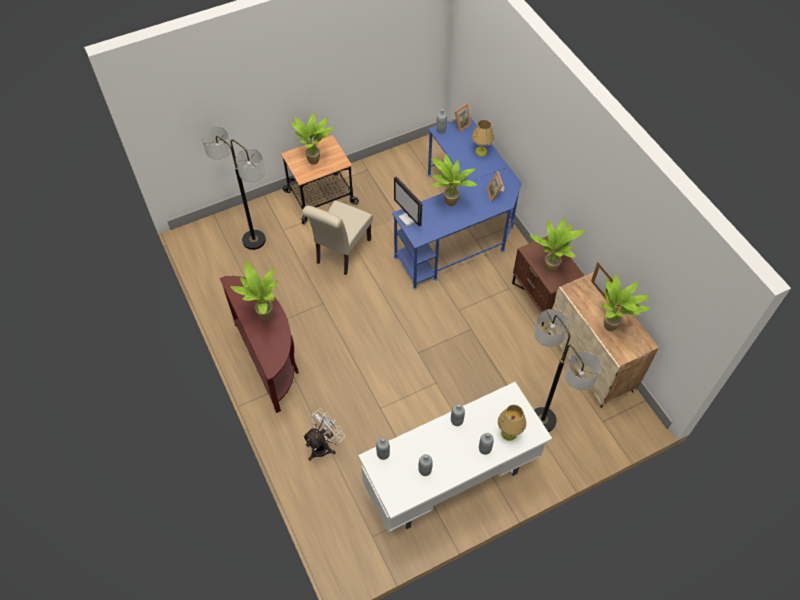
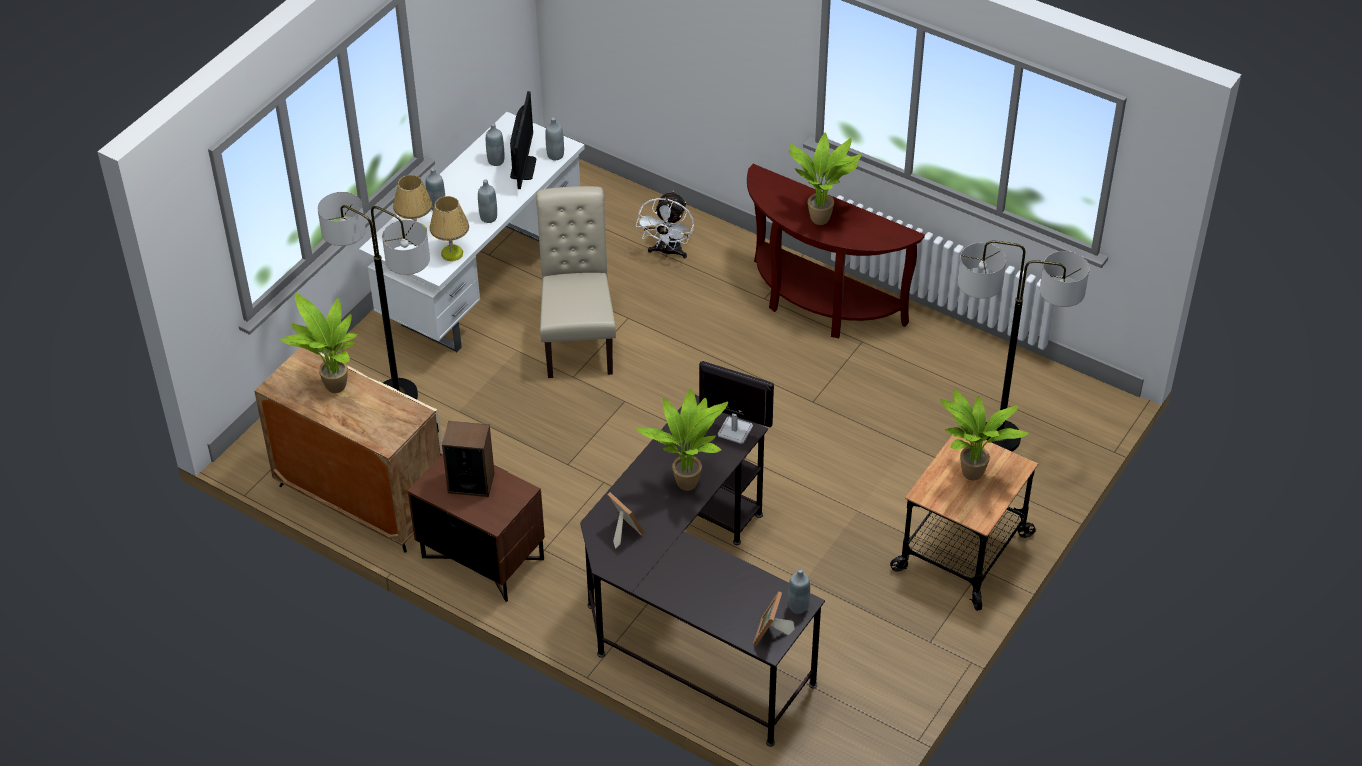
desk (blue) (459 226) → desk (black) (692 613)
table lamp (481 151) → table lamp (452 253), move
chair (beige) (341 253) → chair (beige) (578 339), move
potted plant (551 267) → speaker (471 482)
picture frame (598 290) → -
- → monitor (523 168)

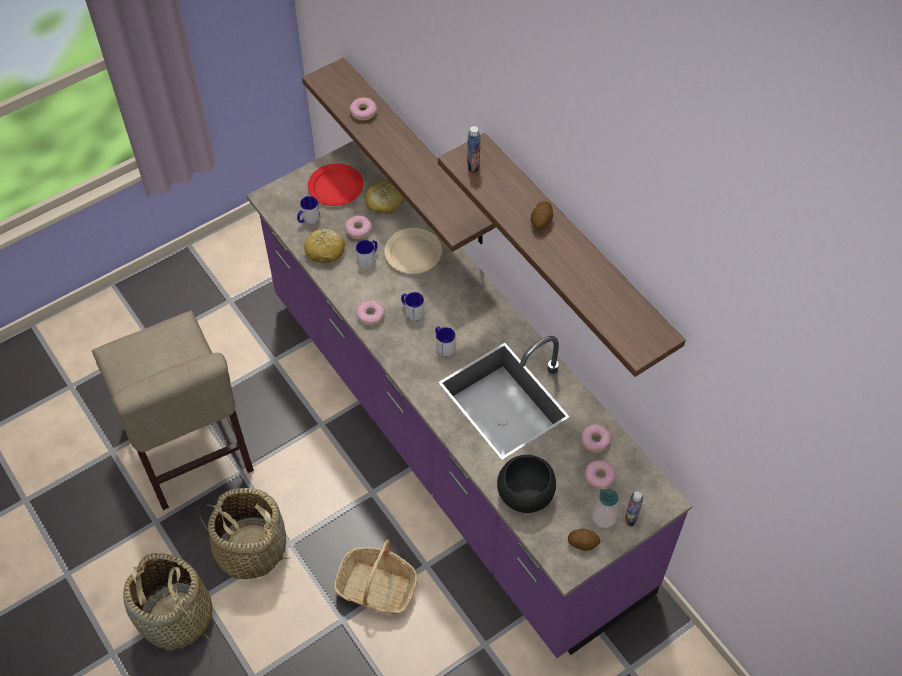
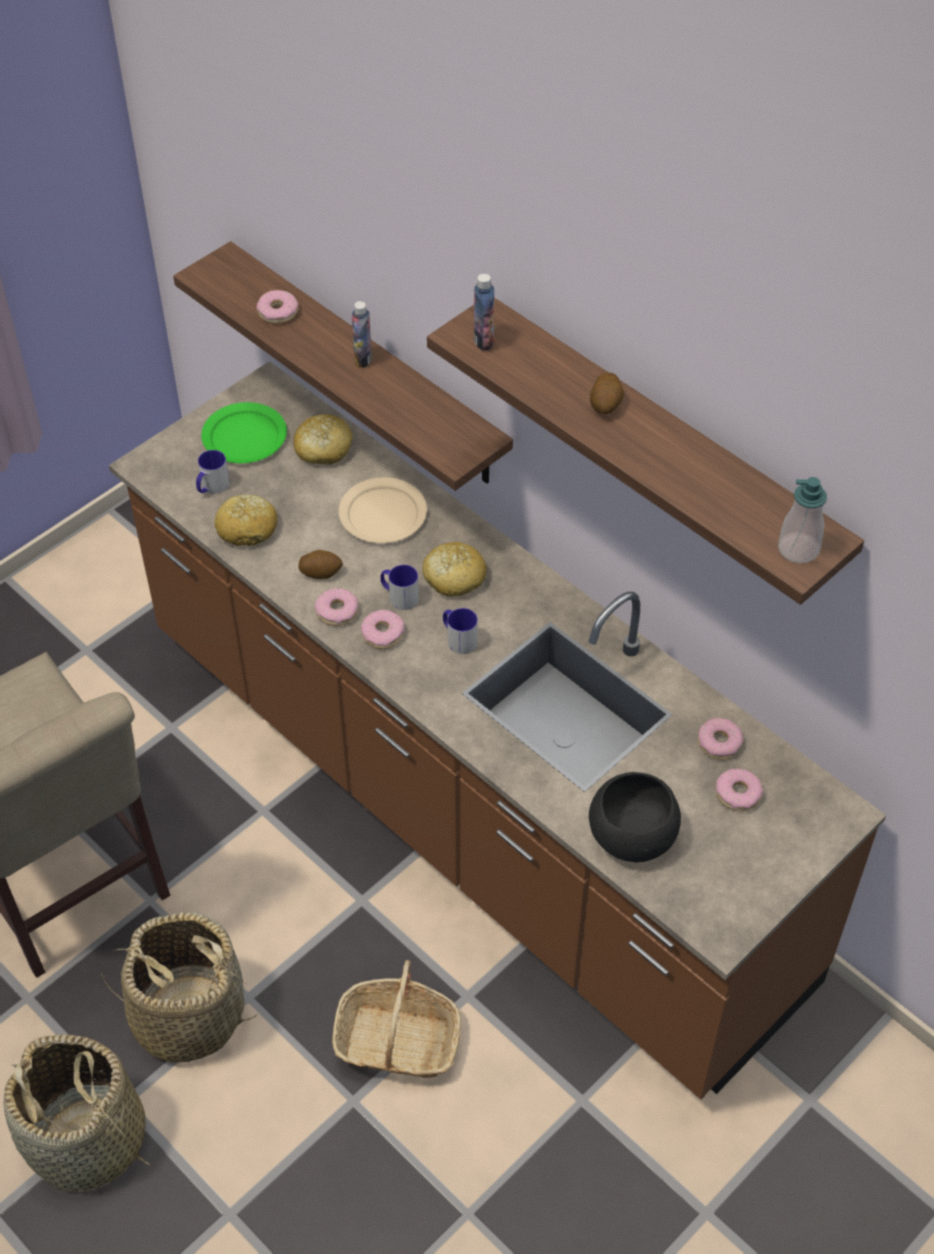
counter (purple) (451 440) → counter (brown) (466 805)
plate (red) (336 186) → plate (green) (245 436)
donut (358 230) → donut (383 634), move
mug (368 258) → -
soap dispenser (604 517) → soap dispenser (798 549), move
bottle (631 518) → bottle (363 359), move
potato (583 543) → potato (321 572), move
- → bread (453 577)

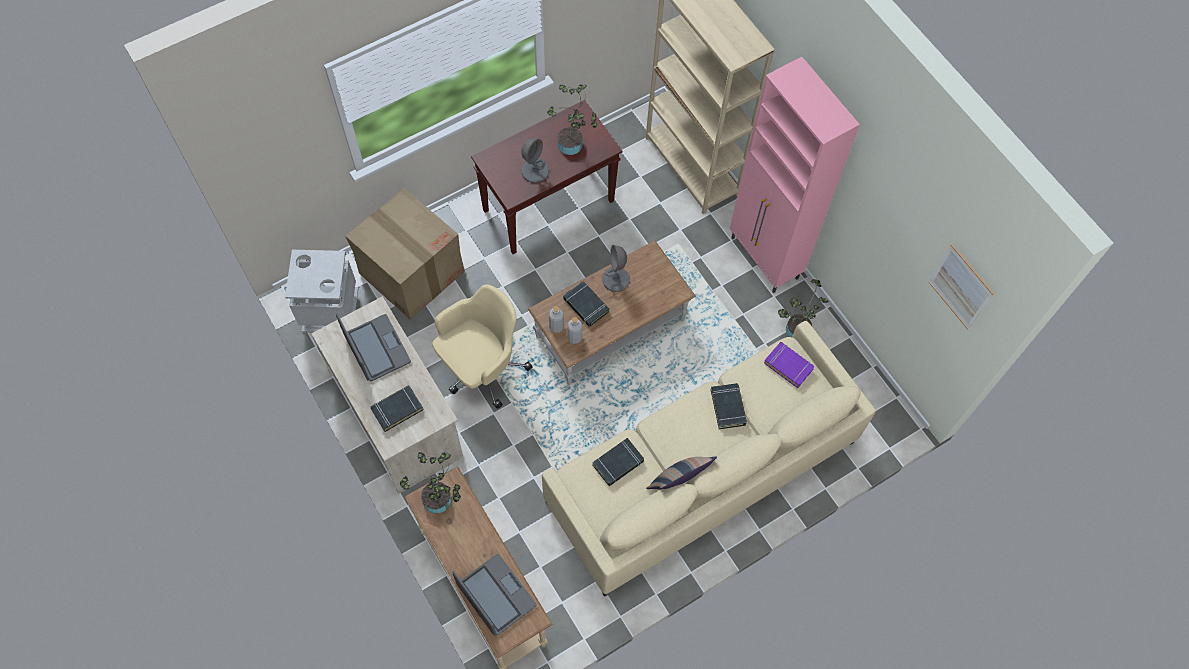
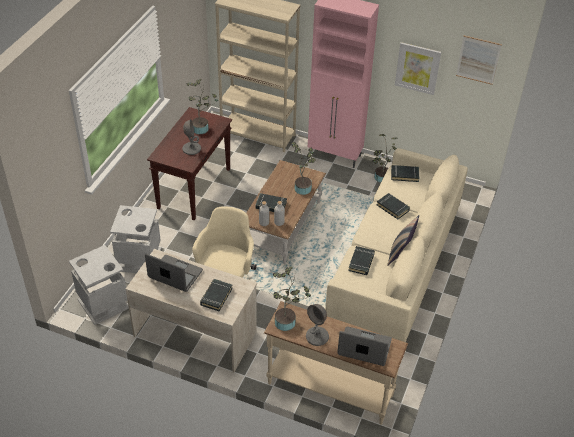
cardboard box (411 271) → trash can (grey) (139 259)
table lamp (grey) (616 279) → table lamp (grey) (317 336), move
book (purple) (788 366) → book (black) (404 175)
- → picture (417 68)
- → potted plant (303 187)

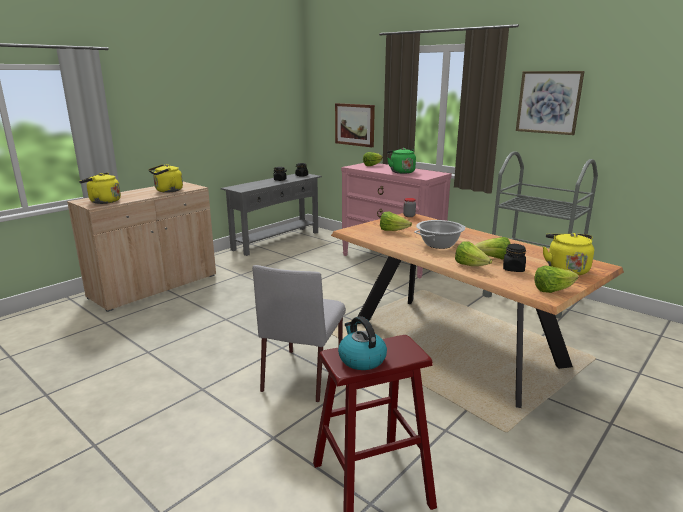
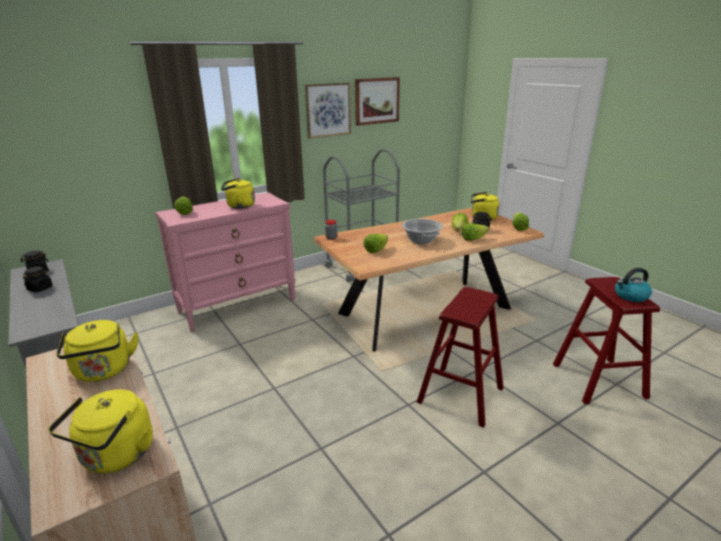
picture (355 124) → picture (376 101), move
kettle (green) (401 172) → kettle (yellow) (239 206)
chair (grey) (303 373) → stool (red) (460 395)

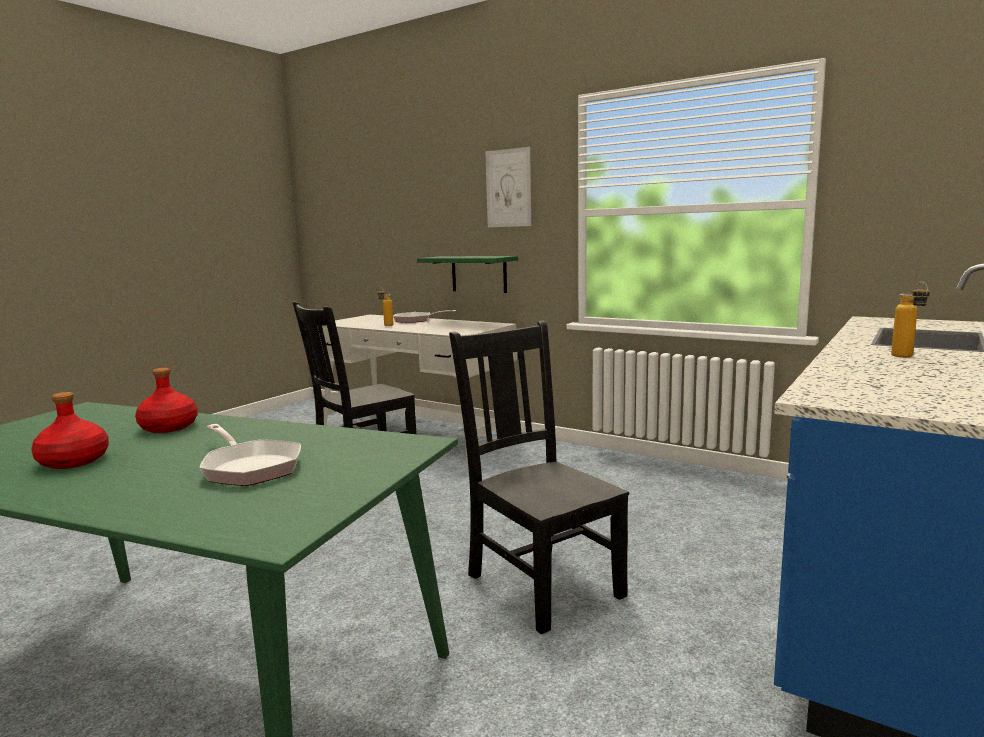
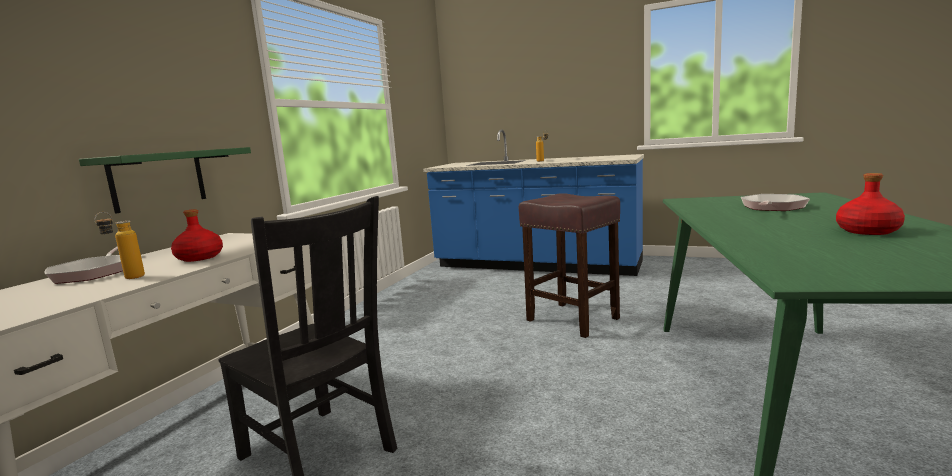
picture (508 188) → -
chair (black) (541 582) → stool (brown) (571 319)
bottle (red) (169 427) → bottle (red) (200 257), move

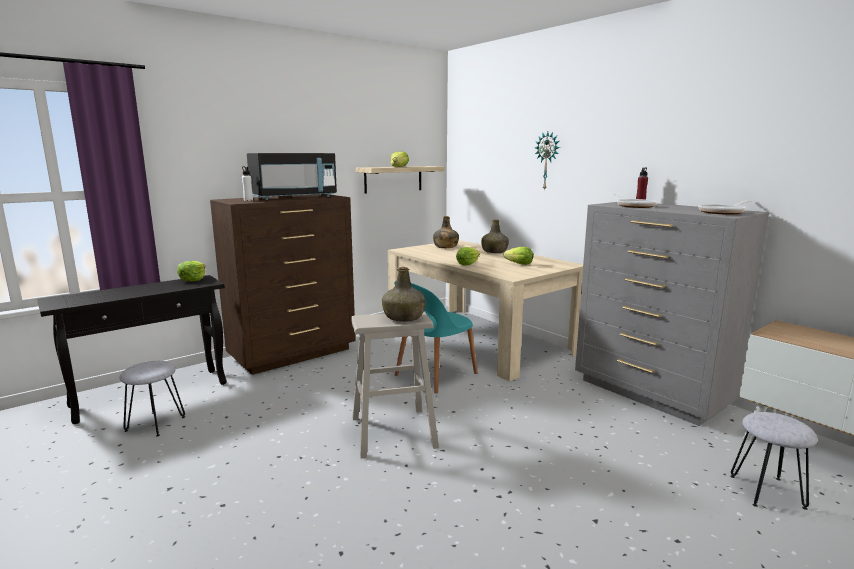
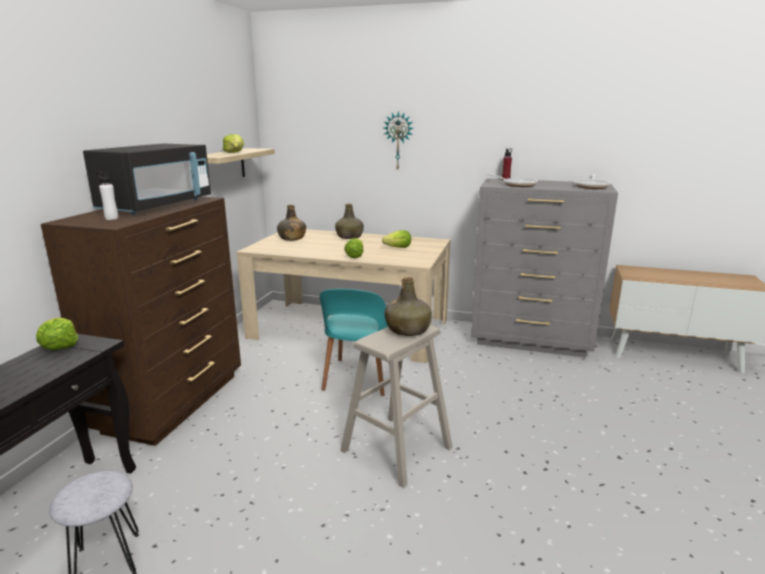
stool (grey) (767 492) → -

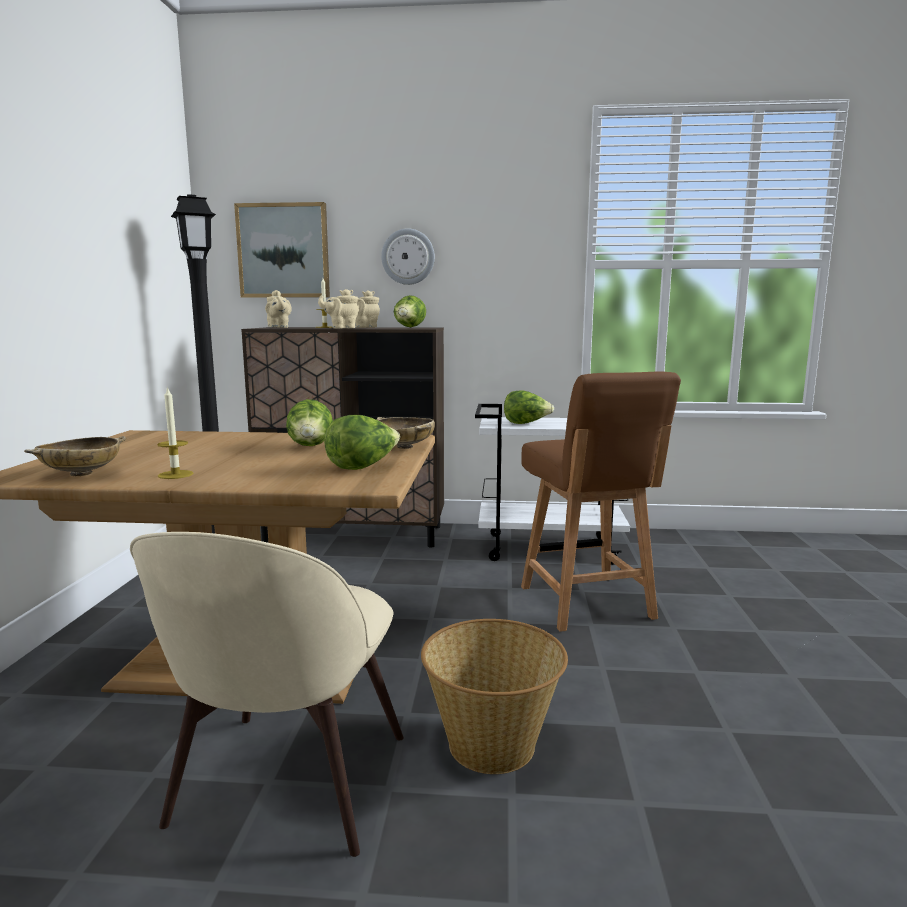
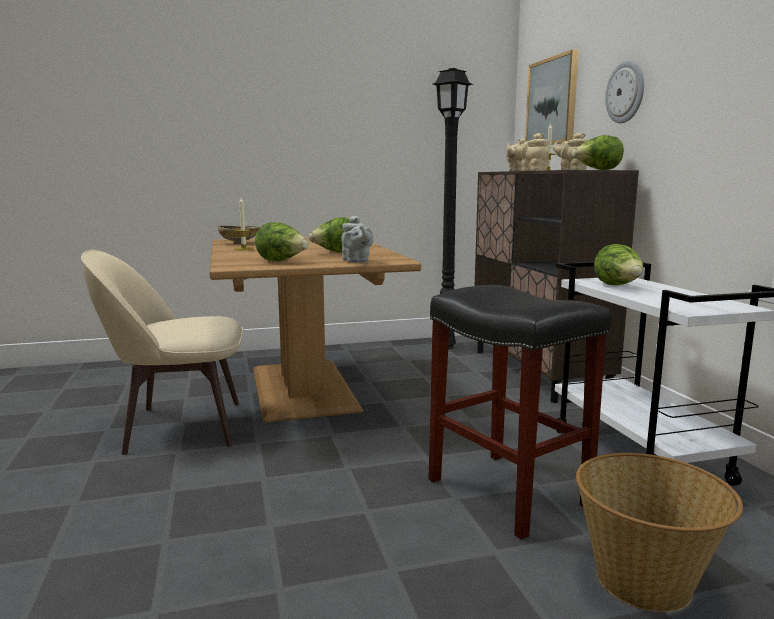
chair (brown) (587 604) → stool (black) (505 491)
bowl (beige) (404 447) → teapot (grey) (356 261)
basket (492 743) → basket (645 581), move

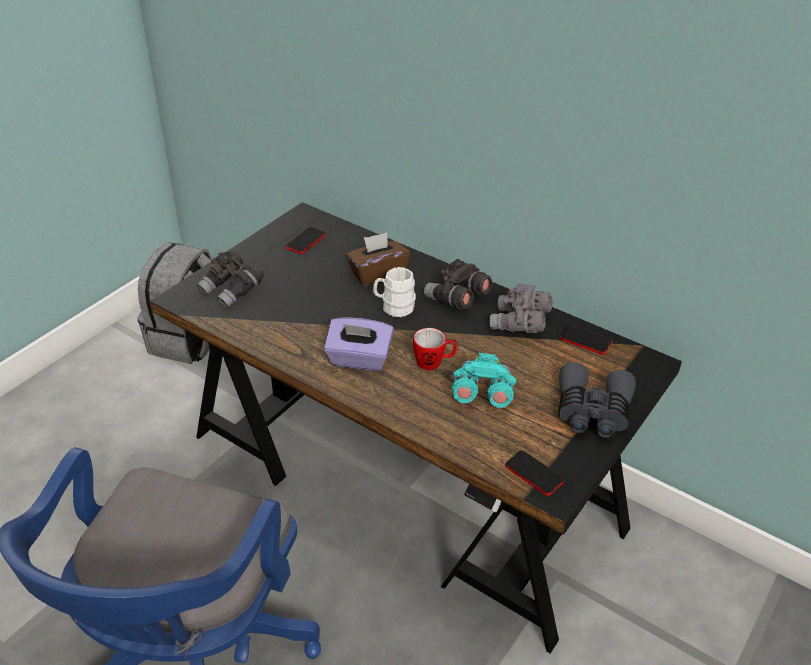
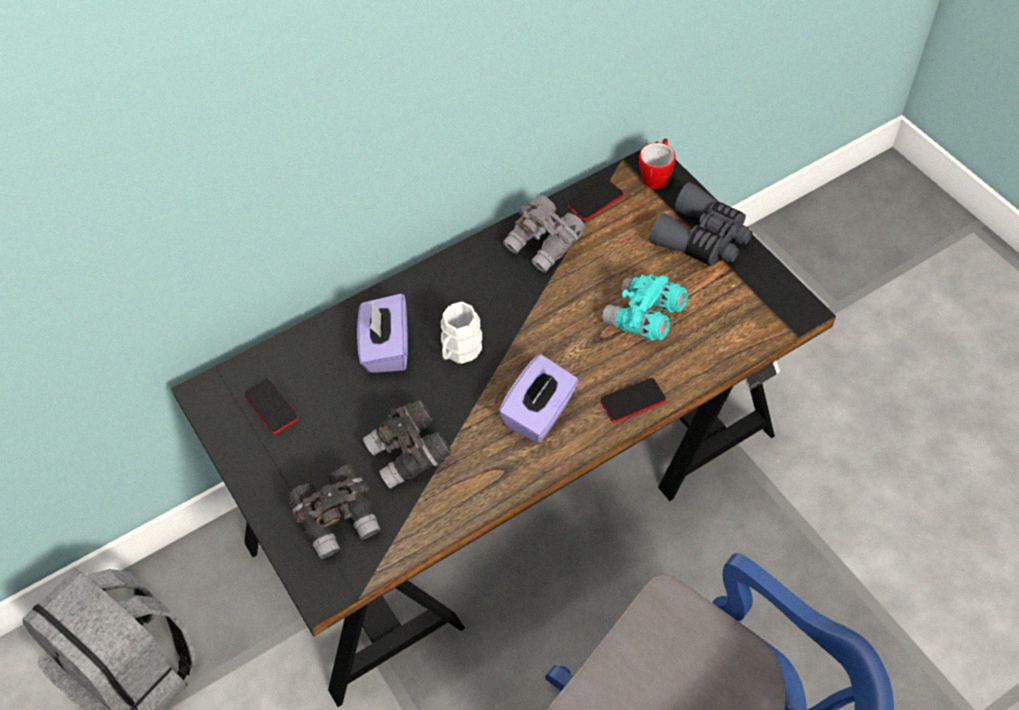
tissue box (brown) (377 274) → tissue box (purple) (386 348)
binoculars (grey) (457 299) → binoculars (grey) (409 454), move
mug (434 363) → mug (656 175), move
phone (534 474) → phone (633 401), move

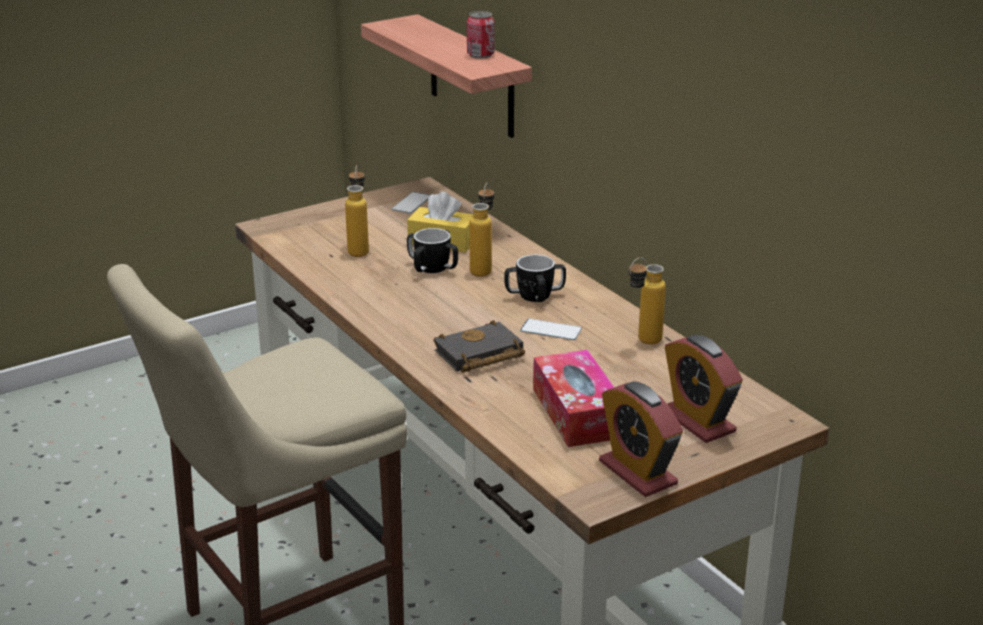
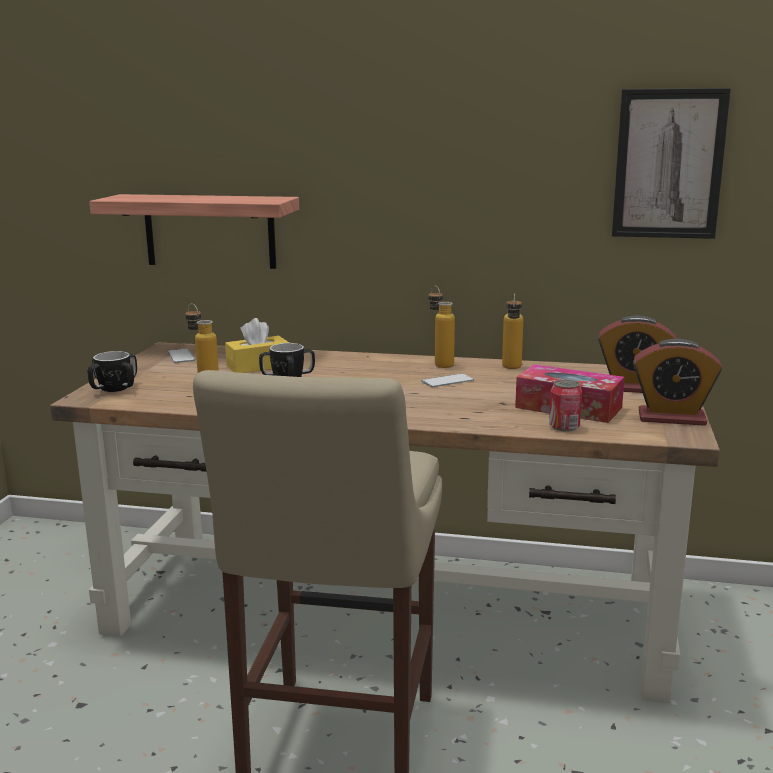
can (480 55) → can (564 427), move
bottle (483 268) → bottle (440 363), move
mug (534 296) → mug (114 388), move
book (black) (478 355) → -
- → picture (668 164)

